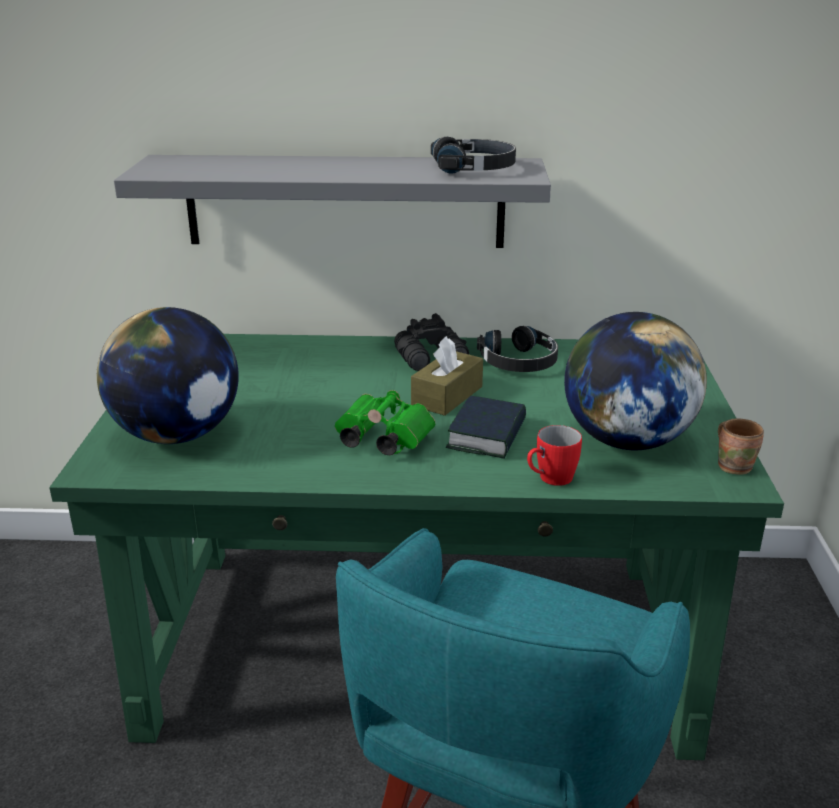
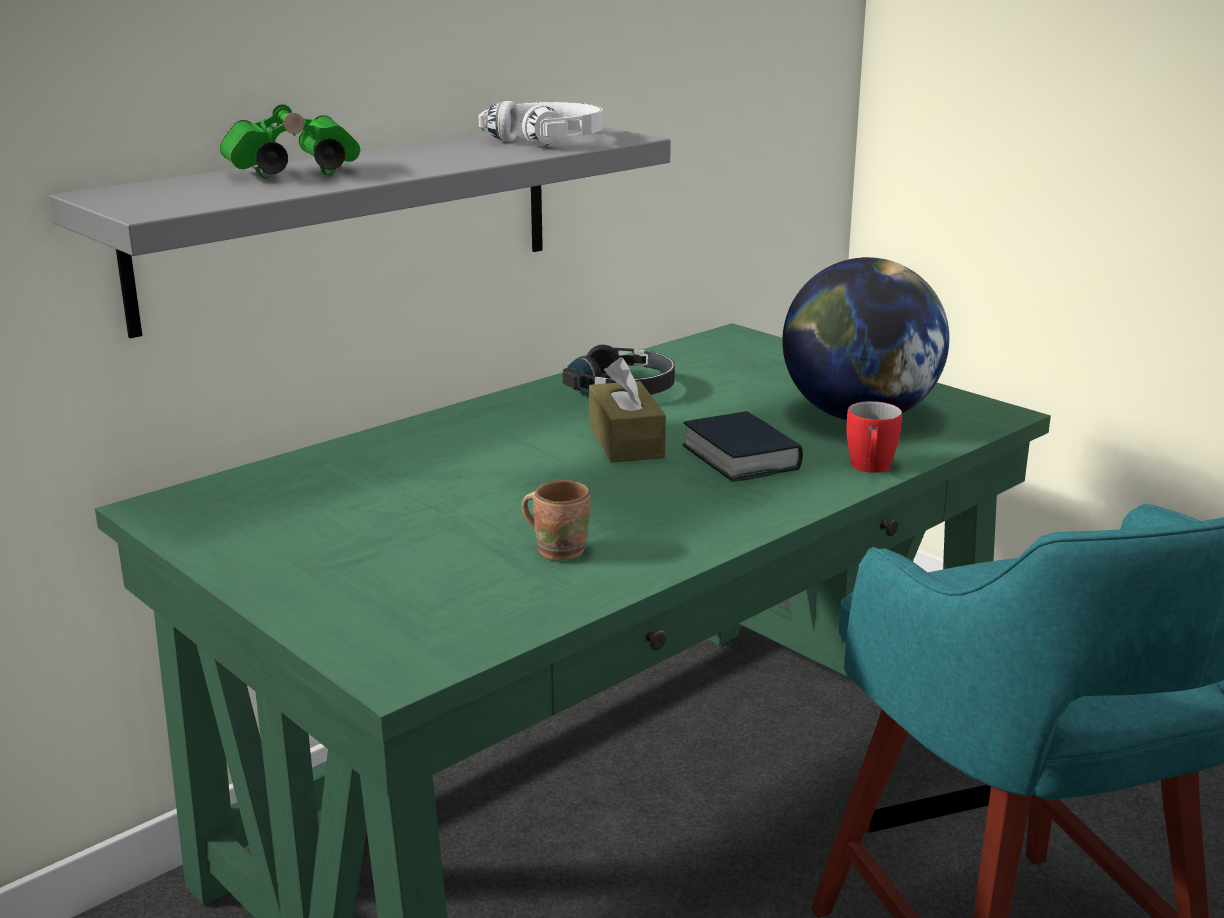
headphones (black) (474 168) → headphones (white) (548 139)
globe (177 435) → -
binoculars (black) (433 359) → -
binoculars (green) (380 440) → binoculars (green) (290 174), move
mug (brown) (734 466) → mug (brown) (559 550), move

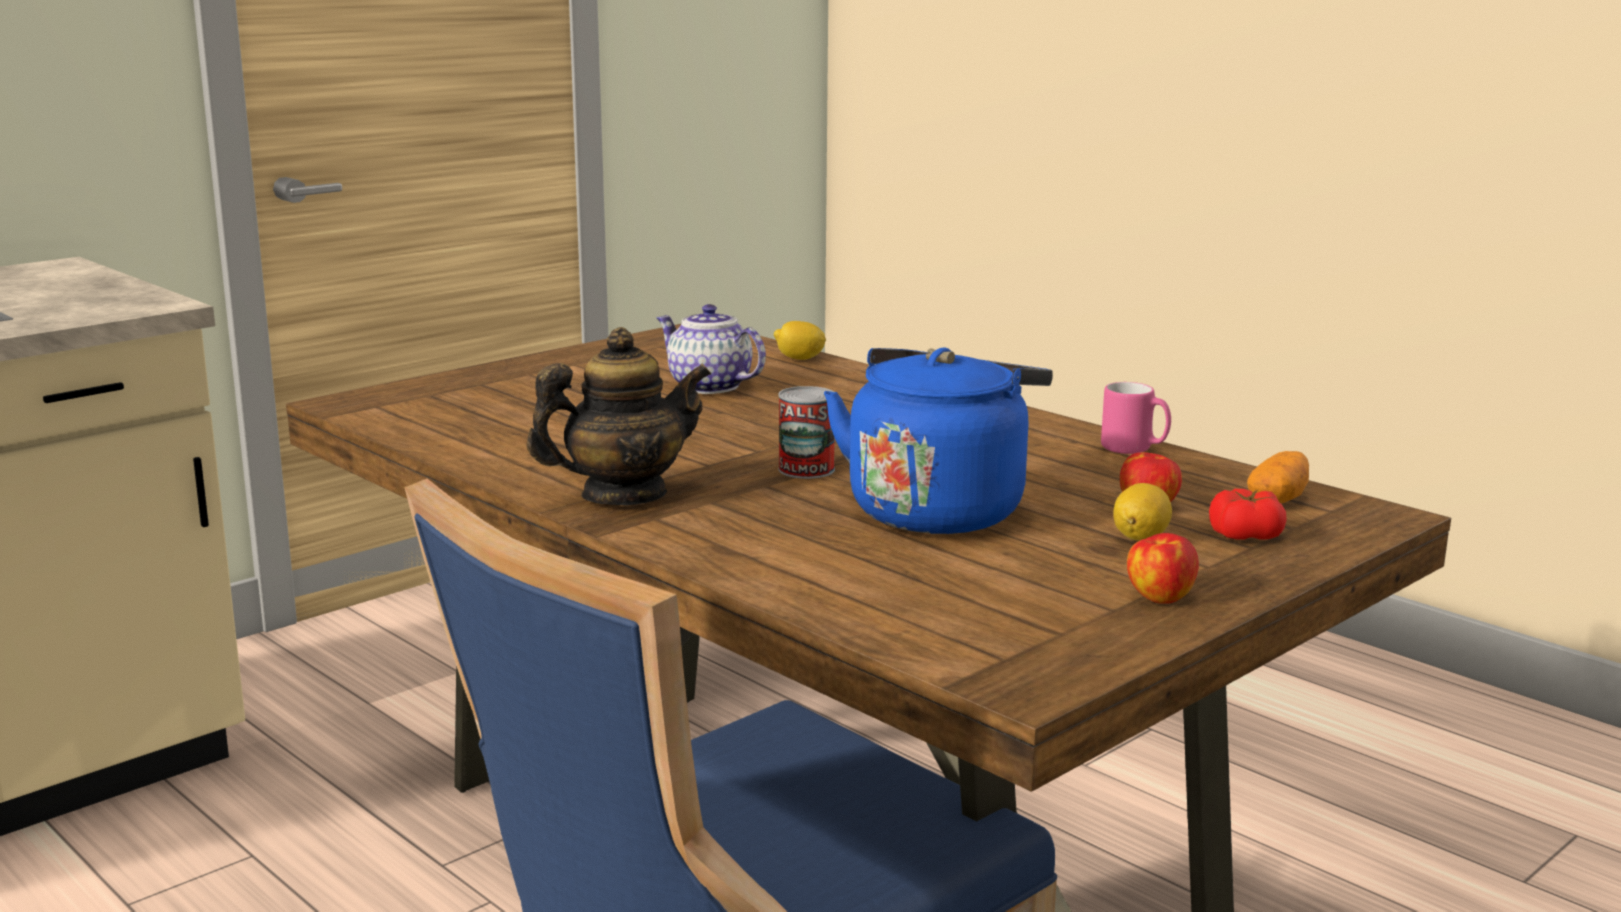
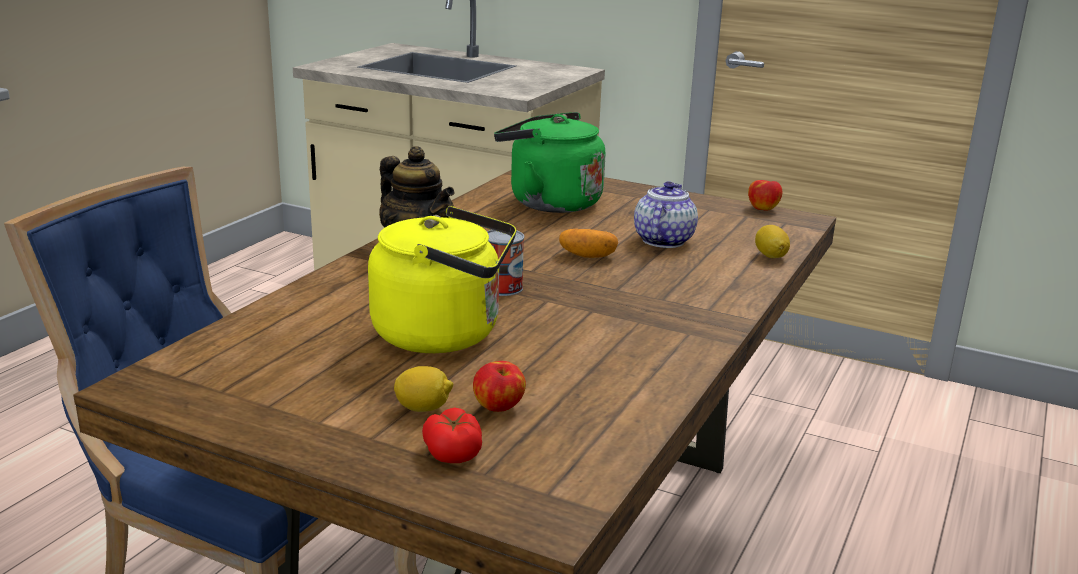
kettle (blue) (938 510) → kettle (yellow) (445 334)
mug (pink) (1134 450) → -
potato (1277 499) → potato (587 255), move
apple (1159 597) → apple (763 208), move
- → kettle (green) (549 202)

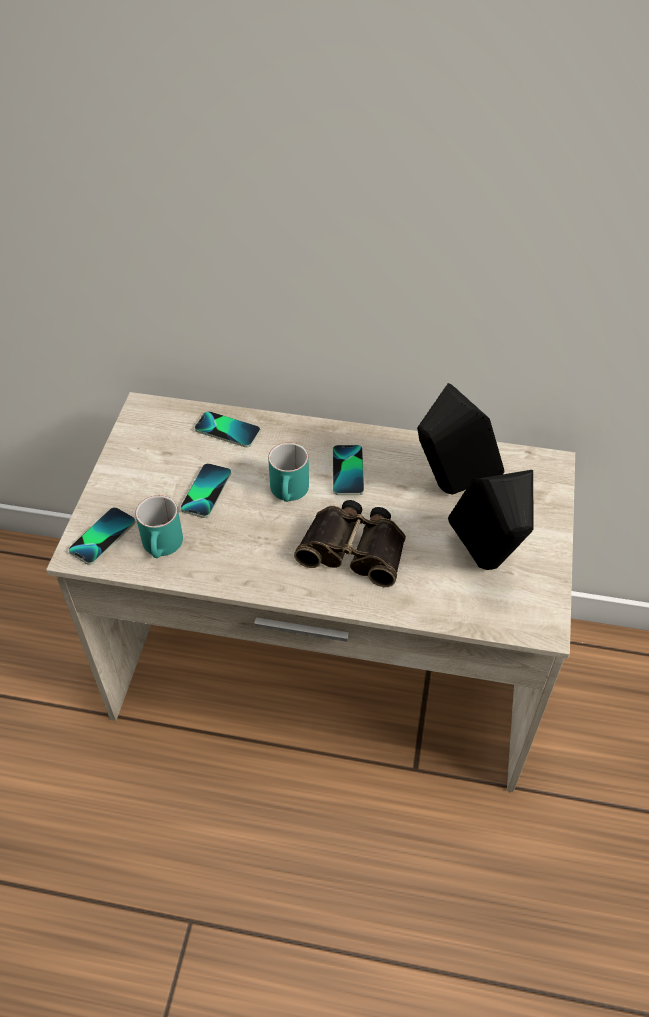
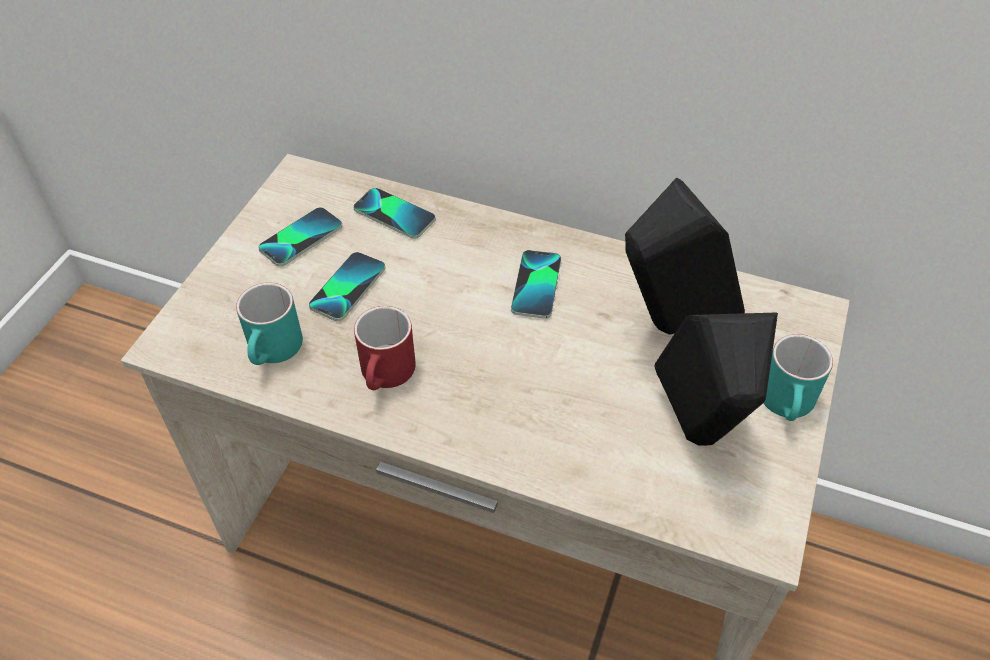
mug (turquoise) (290 493) → mug (turquoise) (788 405), move
binoculars (355 548) → -
phone (102 536) → phone (301 238), move
- → mug (red) (387 376)

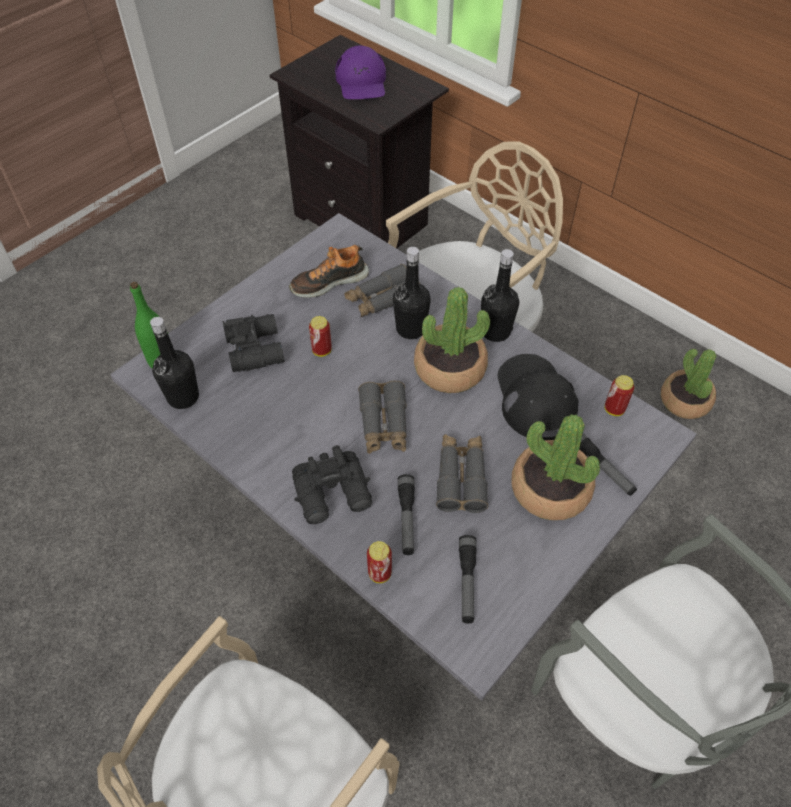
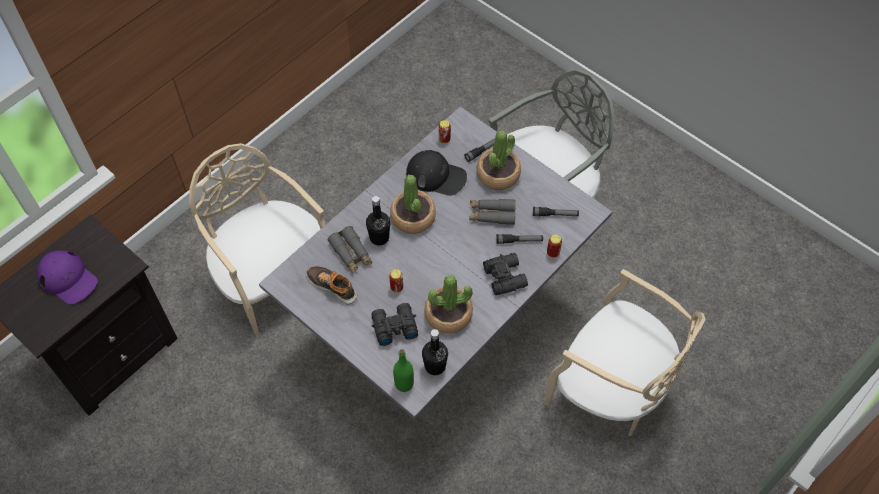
cap (purple) (361 82) → cap (purple) (68 279), 45 degrees clockwise
shoe (329 282) → shoe (333 286), 150 degrees clockwise
bottle (black) (495 331) → -
potted plant (684 401) → potted plant (448 314), move
cap (black) (534 398) → cap (black) (436 176), 150 degrees counterclockwise
binoculars (grey) (384 424) → -

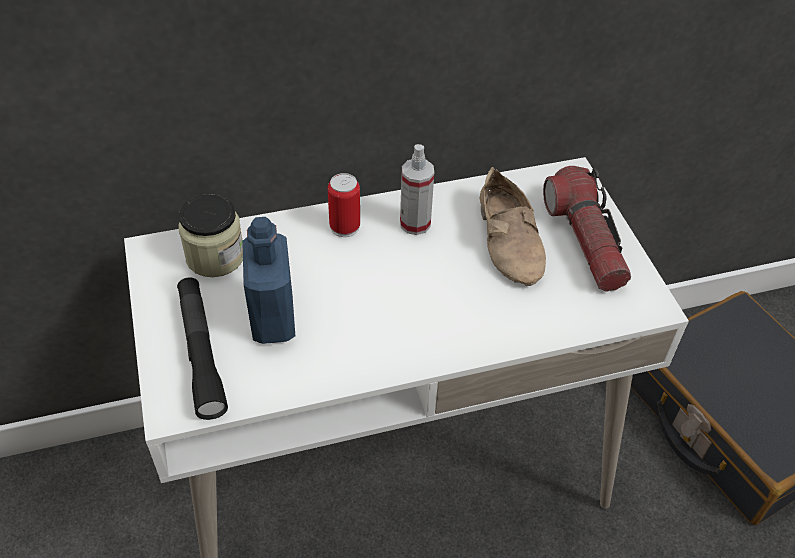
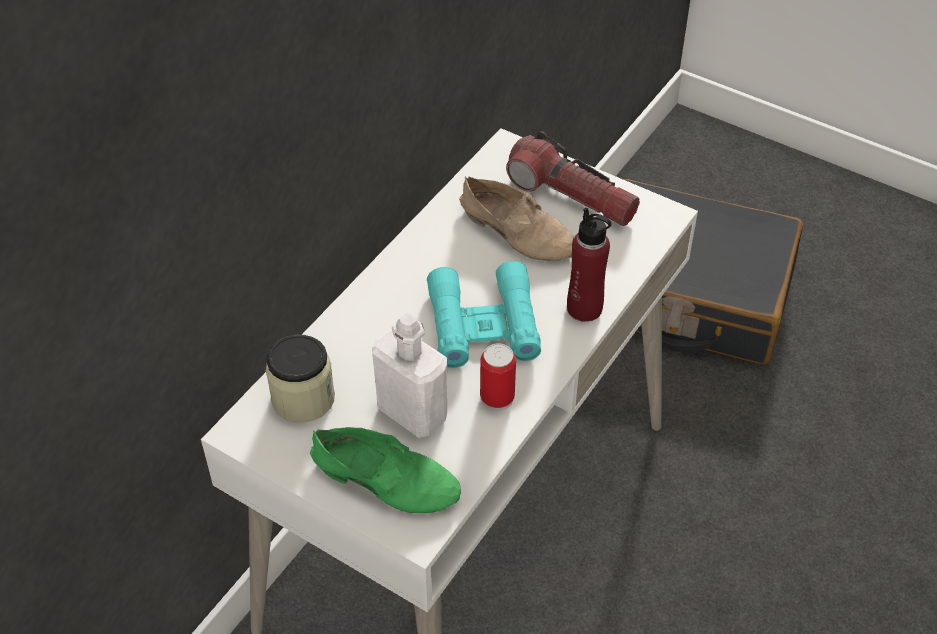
spray bottle (415 223) → -
can (345 226) → can (497 398), move
bottle (blue) (273 319) → bottle (white) (412 413)
flashlight (black) (201 353) → shoe (green) (387 477)
- → bottle (red) (584 308)
- → binoculars (turquoise) (483 324)

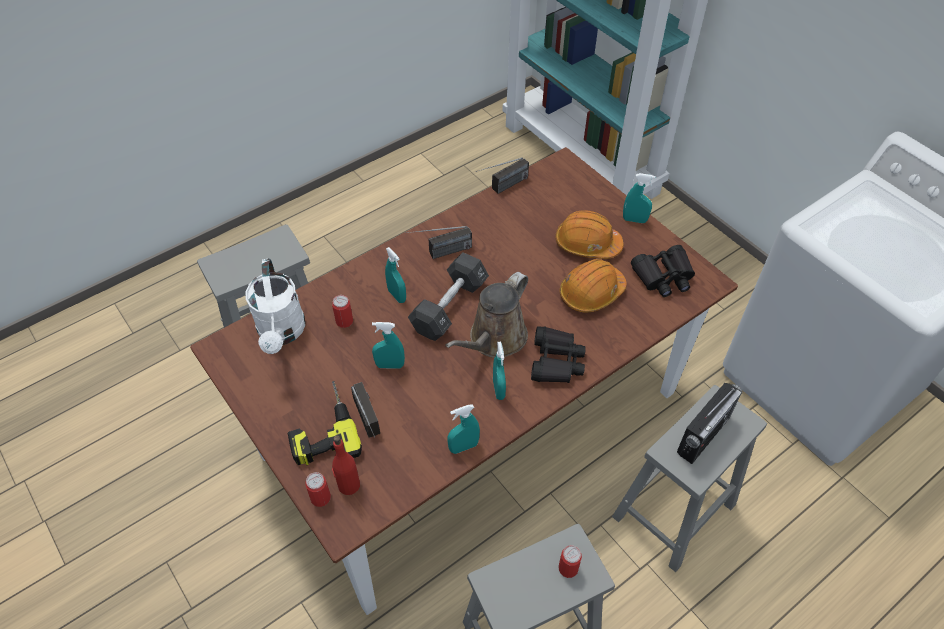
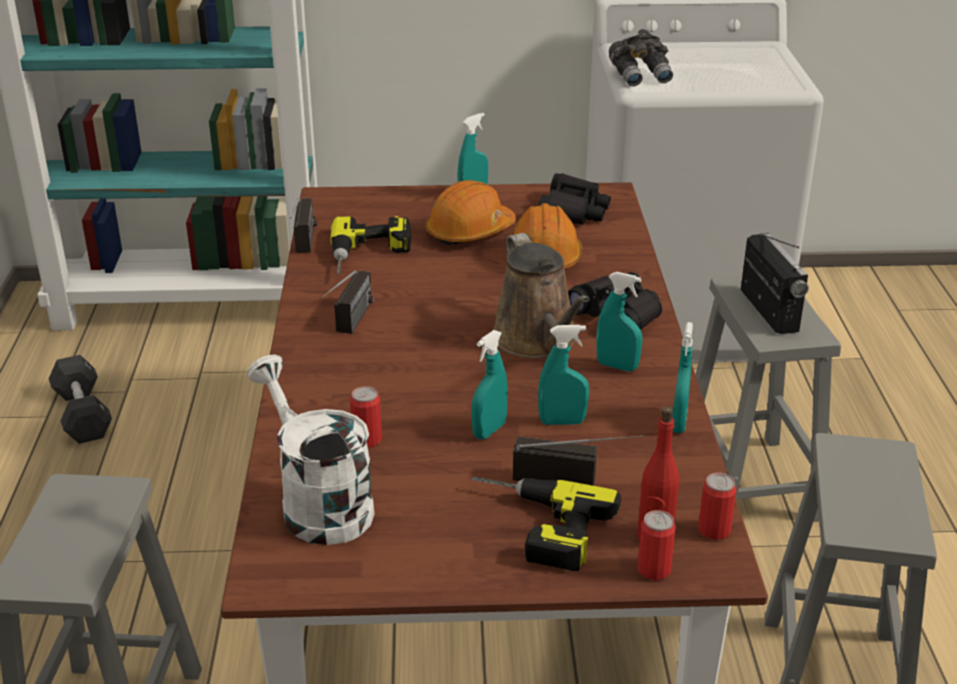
spray bottle (turquoise) (397 295) → spray bottle (turquoise) (562 422), move
dumbbell (black) (449 307) → dumbbell (black) (82 414), move
watering can (white) (282 333) → watering can (white) (318 503), 150 degrees counterclockwise
can (568 568) → can (714 530), move
- → binoculars (grey) (640 76)
- → power drill (370 255)

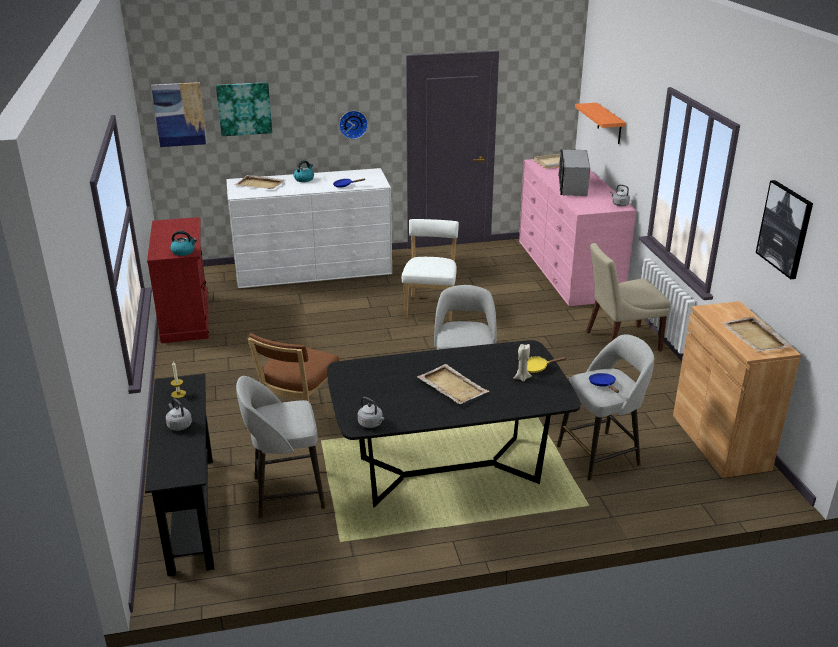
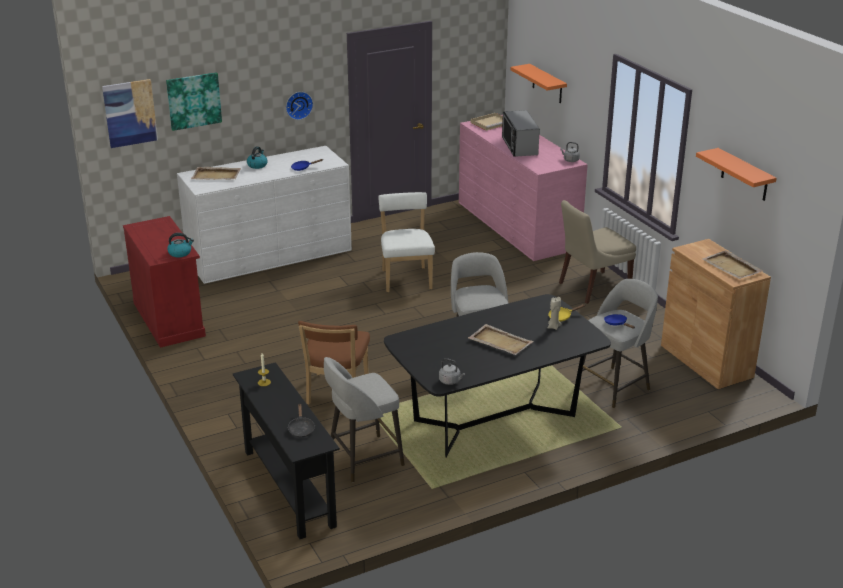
picture (785 229) → shelf (orange) (744 175)
kettle (grey) (179 425) → -
- → frying pan (black) (301 429)

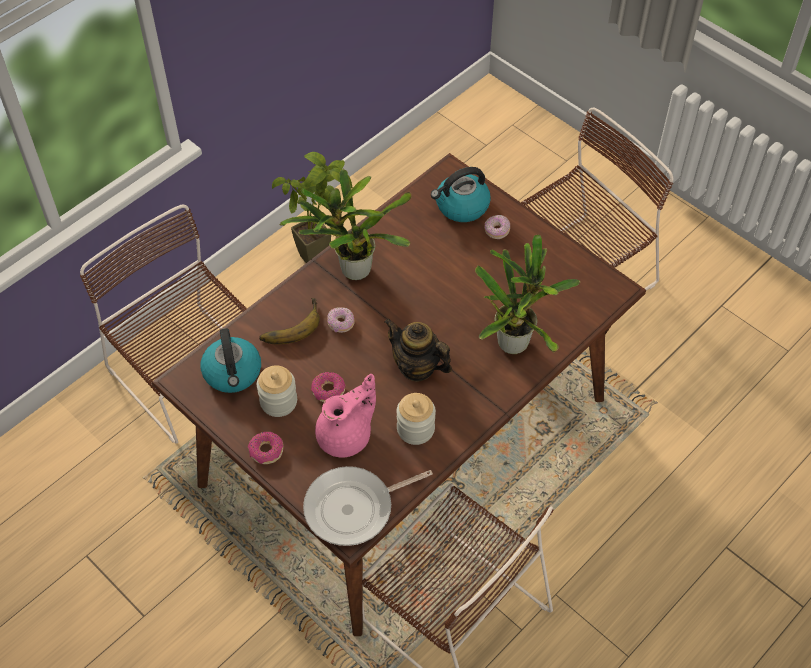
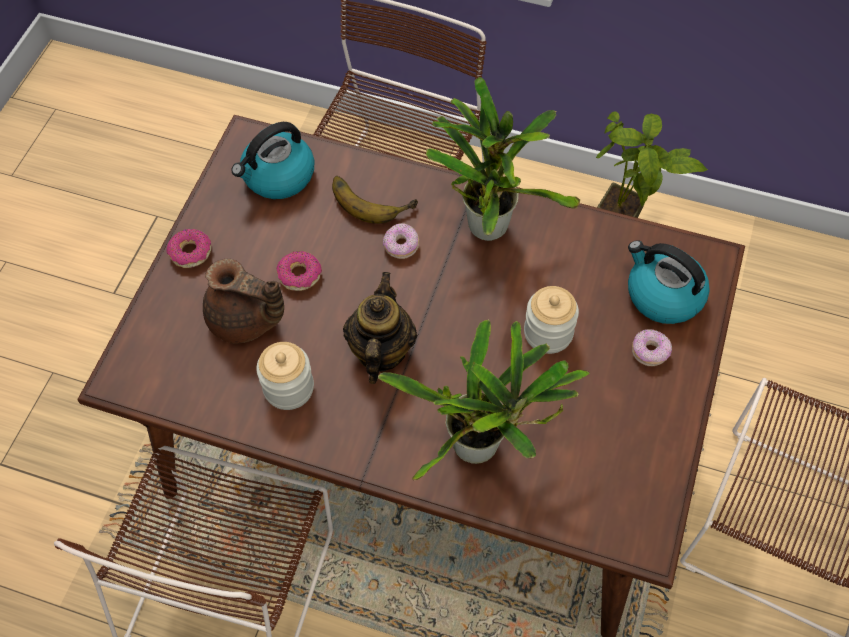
jar (278 401) → jar (548 333), move
teapot (pink) (346 436) → teapot (brown) (245 321)
frying pan (354 508) → -

